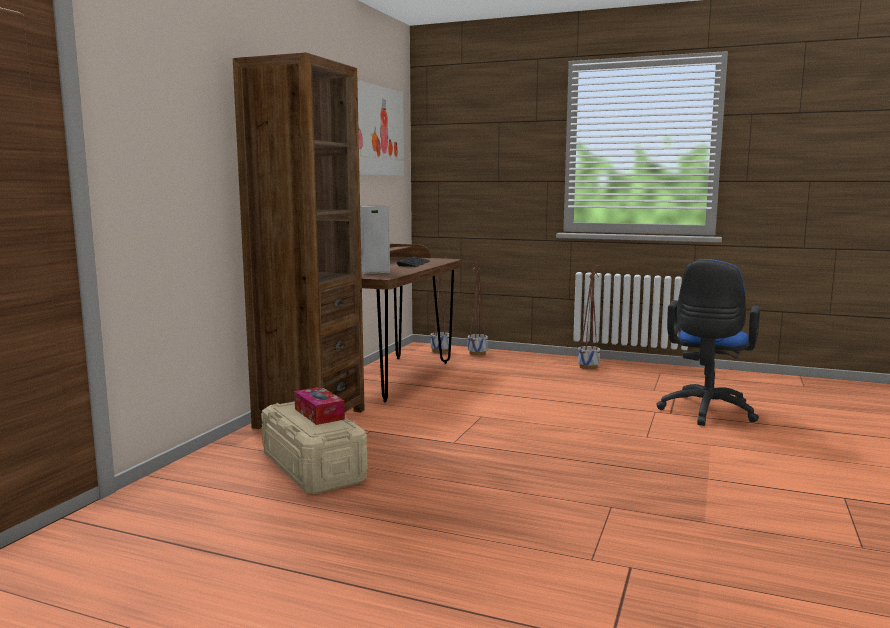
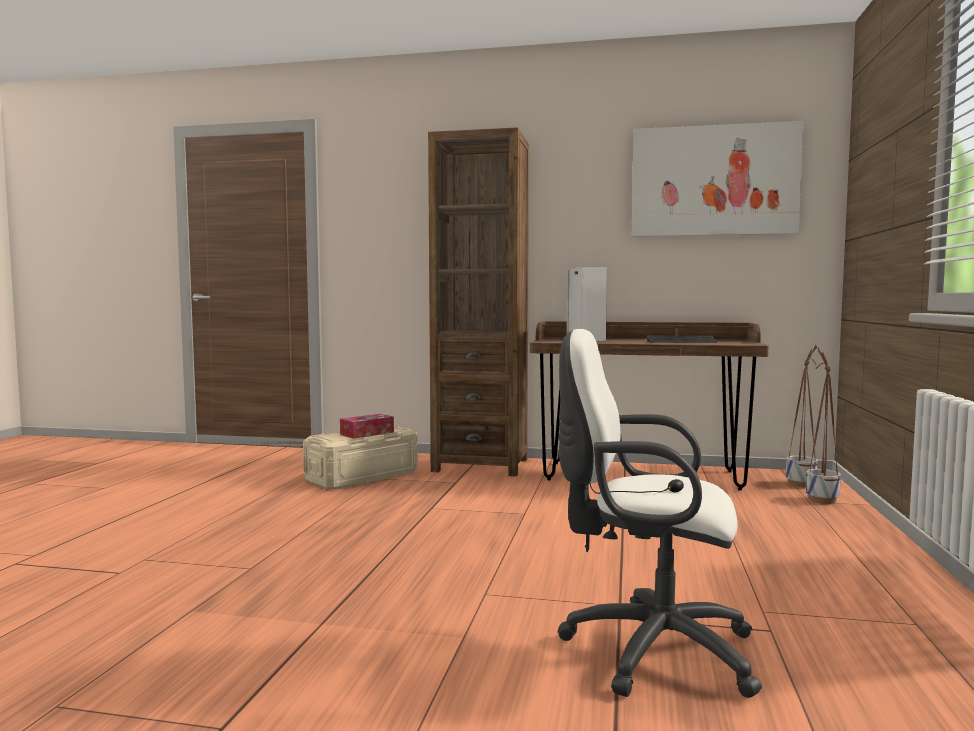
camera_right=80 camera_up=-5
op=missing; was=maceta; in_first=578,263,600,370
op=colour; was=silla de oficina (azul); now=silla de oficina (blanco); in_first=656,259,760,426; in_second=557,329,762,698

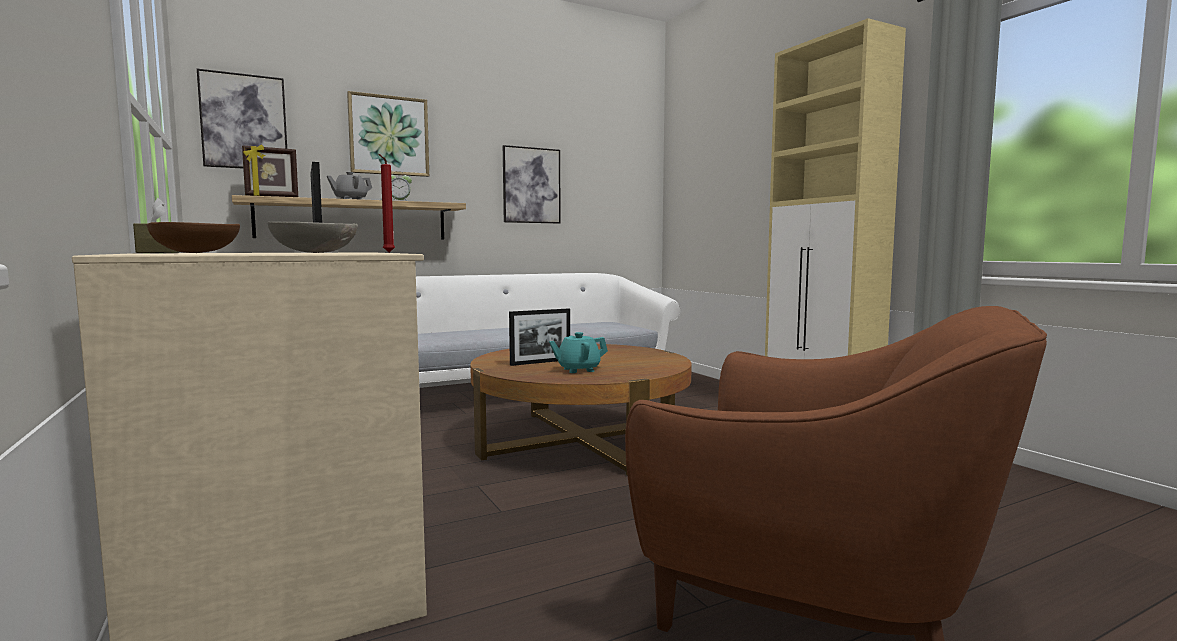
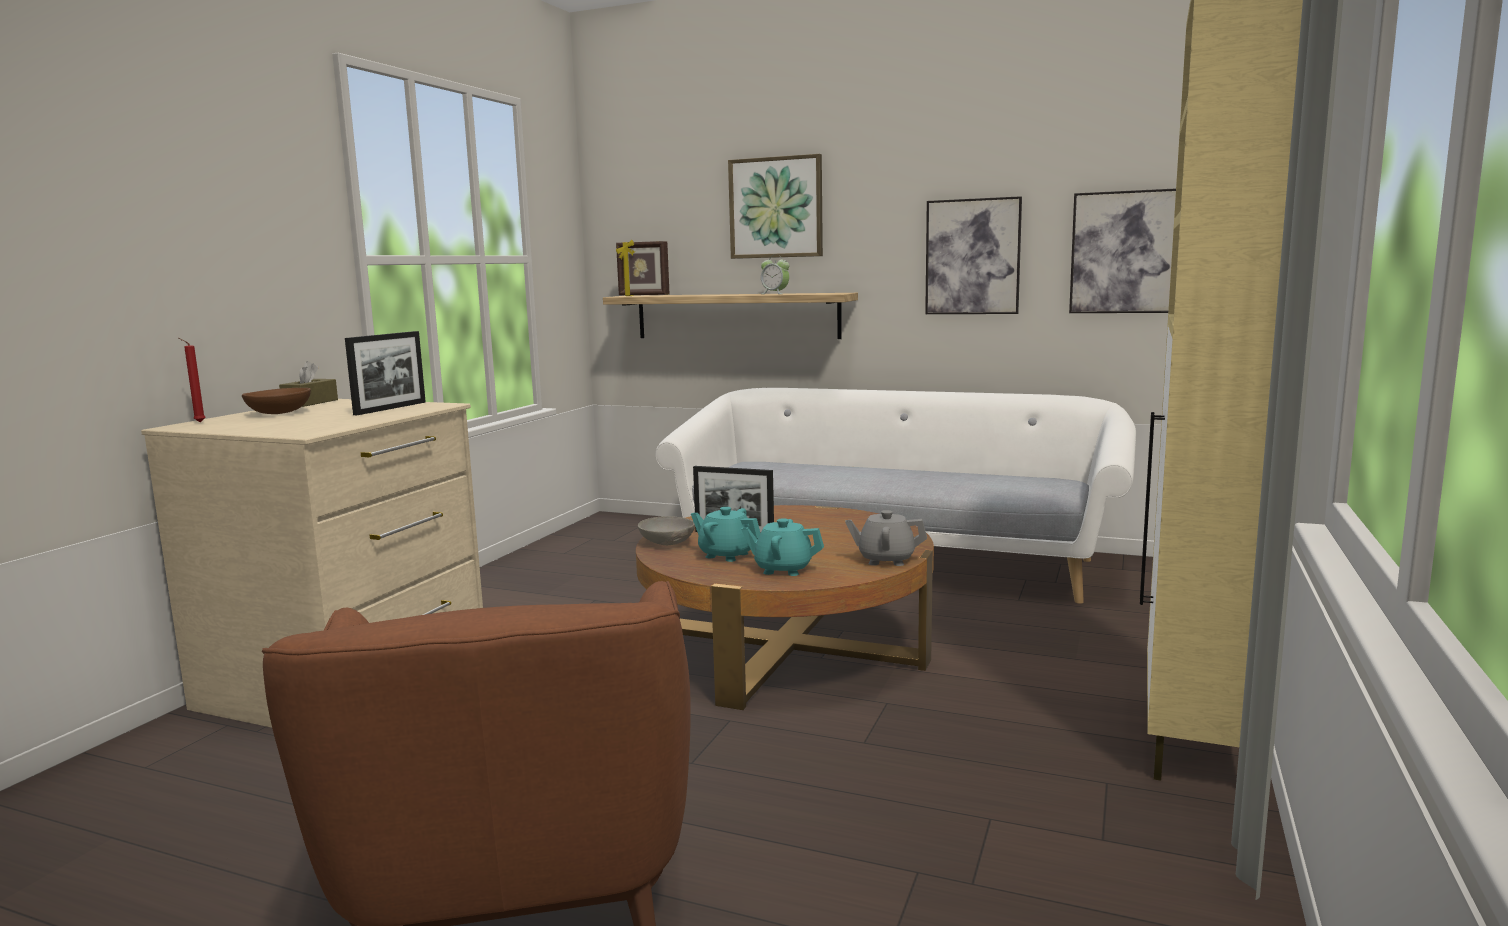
camera_right=50 camera_up=5
op=relocated; was=cuadro; in_first=197,69,287,168; in_second=1069,188,1176,313
op=relocated; was=cuenco (gris); in_first=267,222,358,253; in_second=638,516,695,545
op=relocated; was=tetera (gris); in_first=327,172,372,200; in_second=845,510,927,566
op=relocated; was=vela (rojo); in_first=378,154,395,252; in_second=178,338,205,422
op=appeared; now=tetera (turquesa); in_second=741,518,824,576

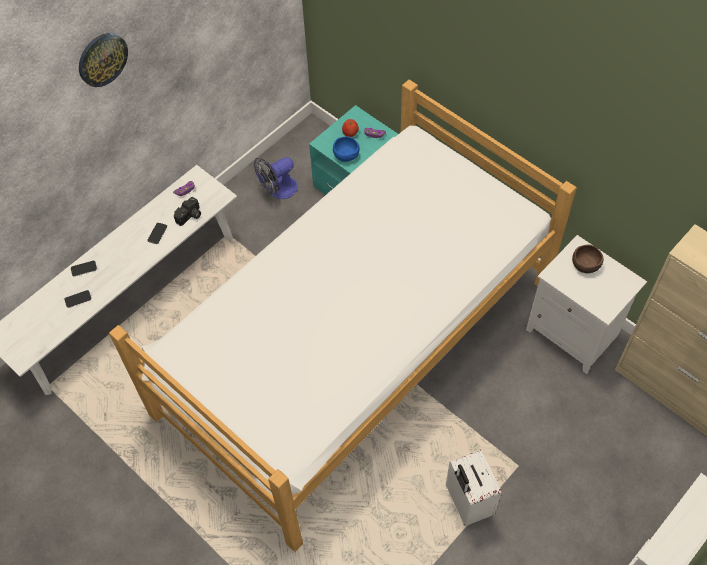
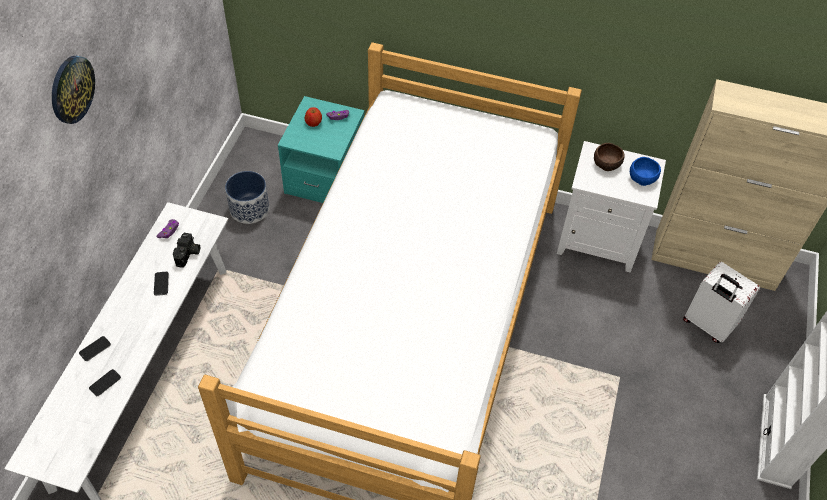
camera_right=-30 camera_up=-5
op=exchanged; was=ventilador; now=maceta; in_first=254,157,298,199; in_second=225,171,269,224
op=relocated; was=cuenco (azul); in_first=333,136,360,162; in_second=630,157,661,186
op=relocated; was=maleta (blanco); in_first=446,450,501,526; in_second=683,262,760,343

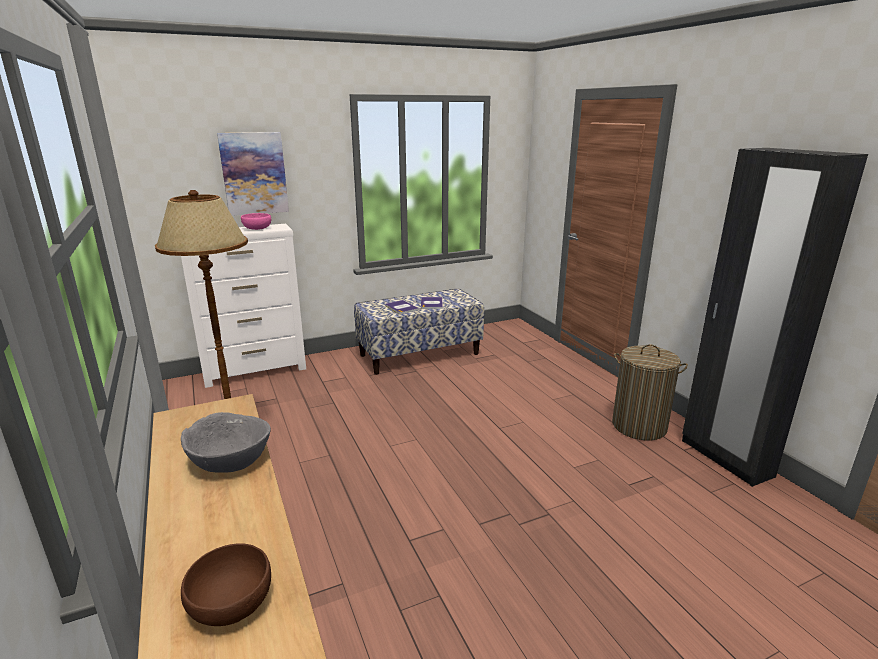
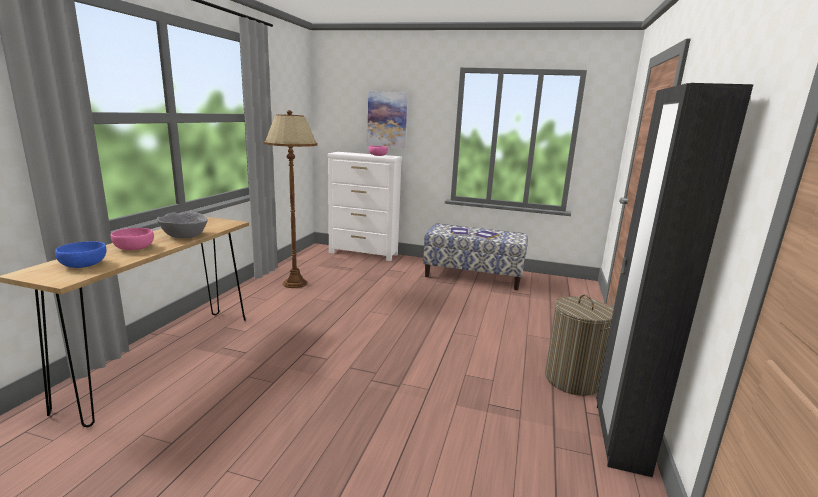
camera_right=40 camera_up=-5
op=colour; was=cuenco (marrón); now=cuenco (azul); in_first=181,543,271,626; in_second=55,241,106,268
op=appeared; now=cuenco (rosa); in_second=111,228,154,250

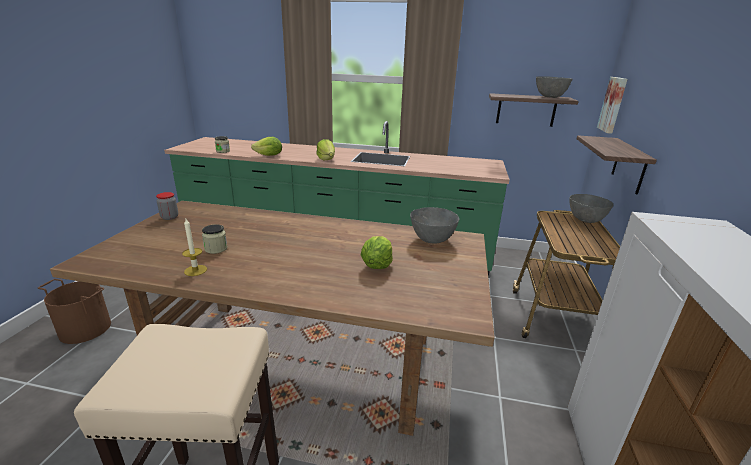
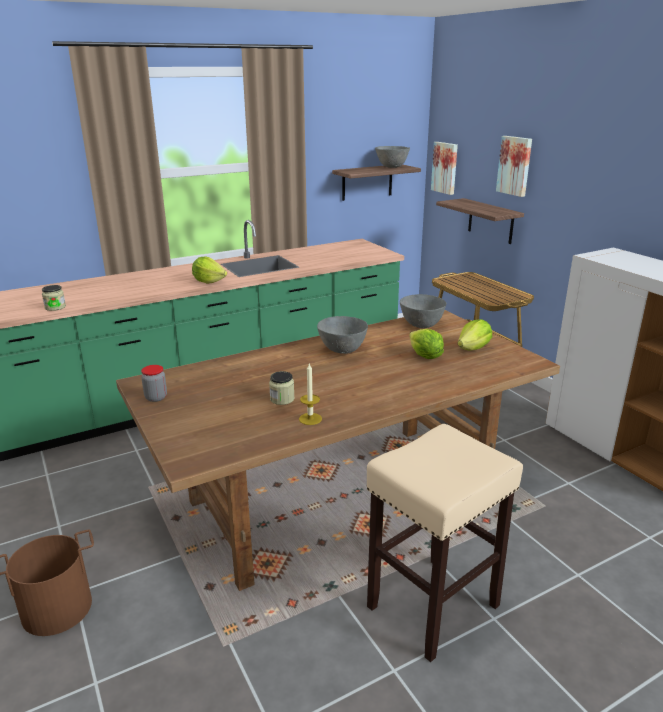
camera_right=-40 camera_up=0
op=relocated; was=lechuga; in_first=251,137,282,156; in_second=458,319,492,351
op=relocated; was=cuenco (gris); in_first=569,194,614,223; in_second=317,316,368,354
op=appeared; now=cuadro; in_second=496,136,532,197

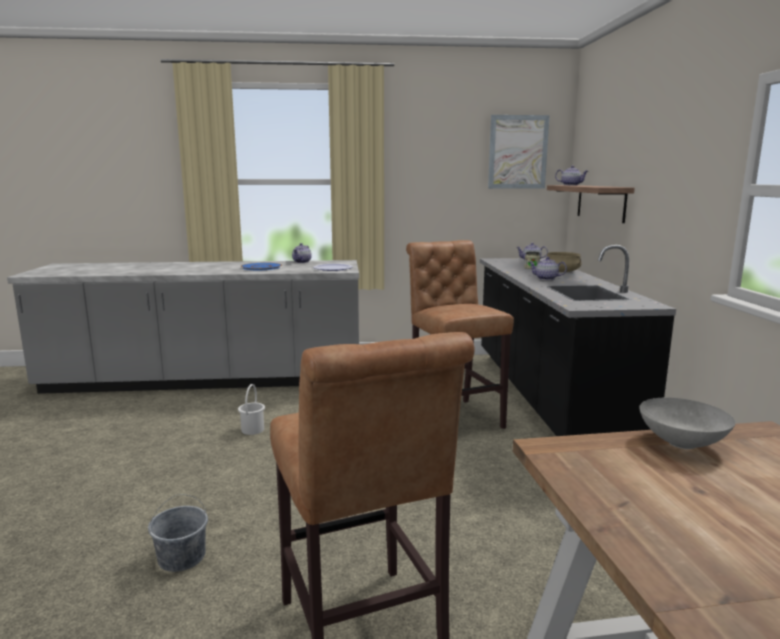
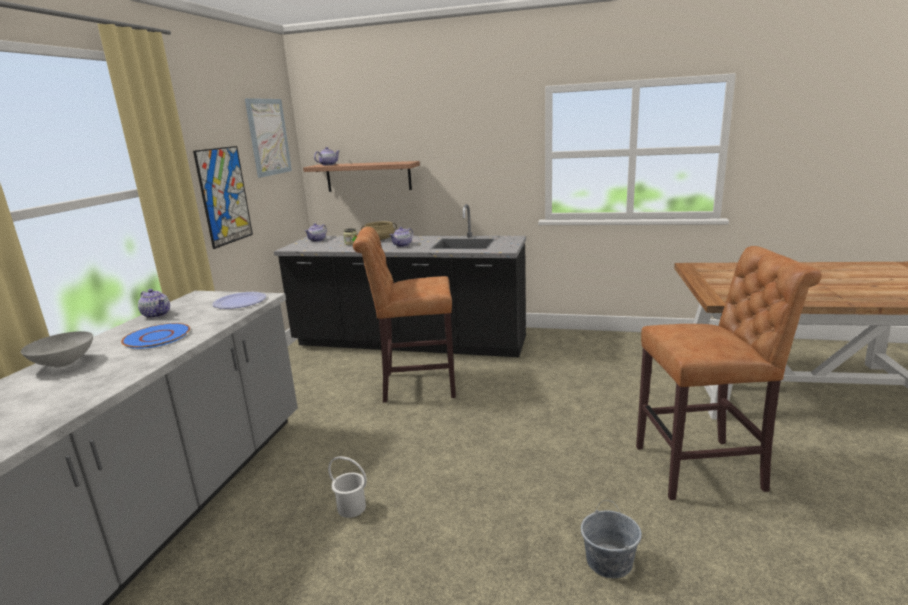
camera_right=-70 camera_up=5
op=relocated; was=cuenco (gris); in_first=639,398,735,449; in_second=21,331,93,367
op=appeared; now=cuadro; in_second=193,146,253,249

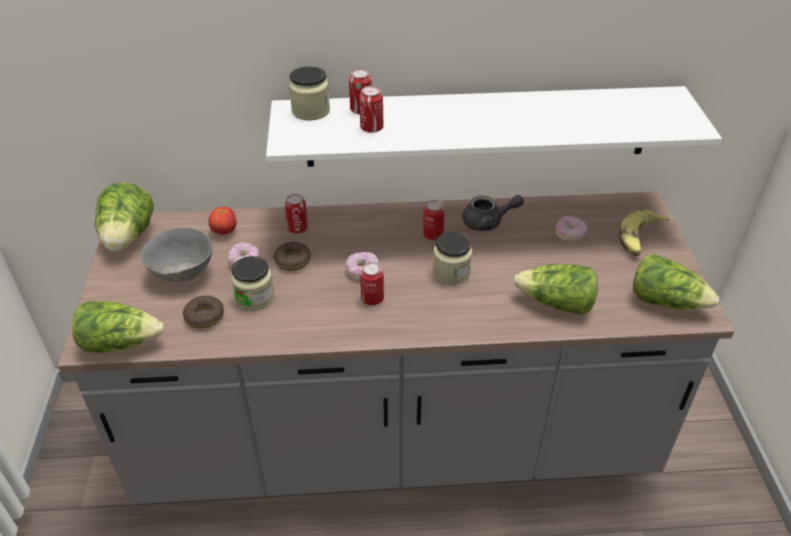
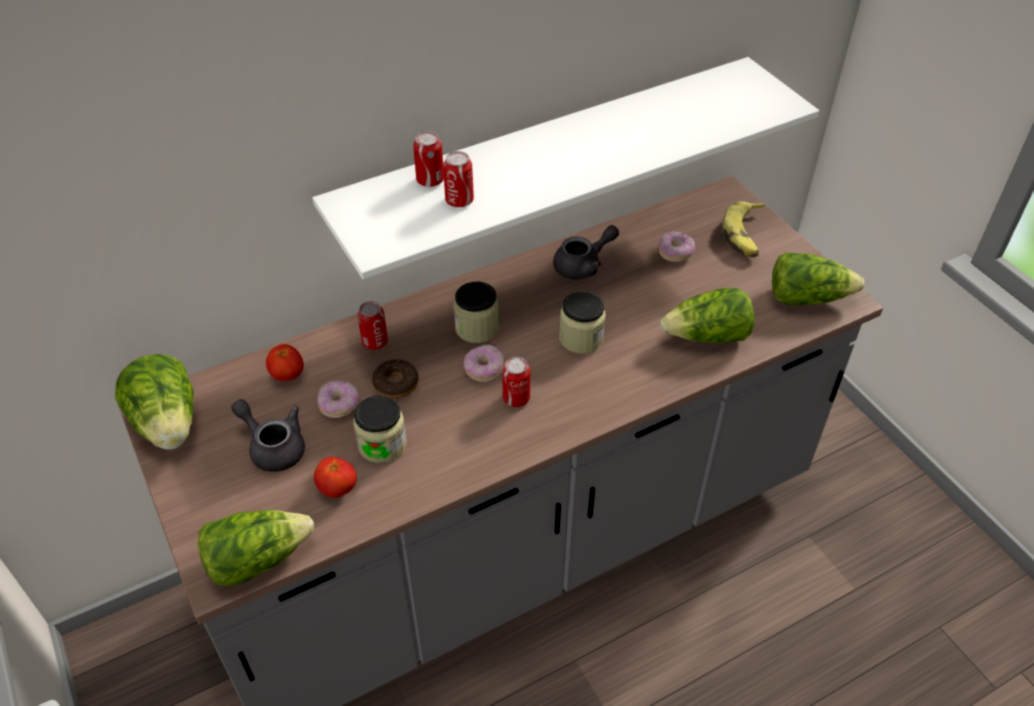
camera_right=-25 camera_up=5
op=exchanged; was=cuenco (gris); now=tetera (gris); in_first=141,228,212,282; in_second=231,399,305,472
op=exchanged; was=rosquilla; now=tomate; in_first=183,296,224,329; in_second=314,457,357,498
op=relocated; was=tarro; in_first=289,66,330,120; in_second=454,281,499,343
op=missing; was=lata; in_first=423,200,445,240

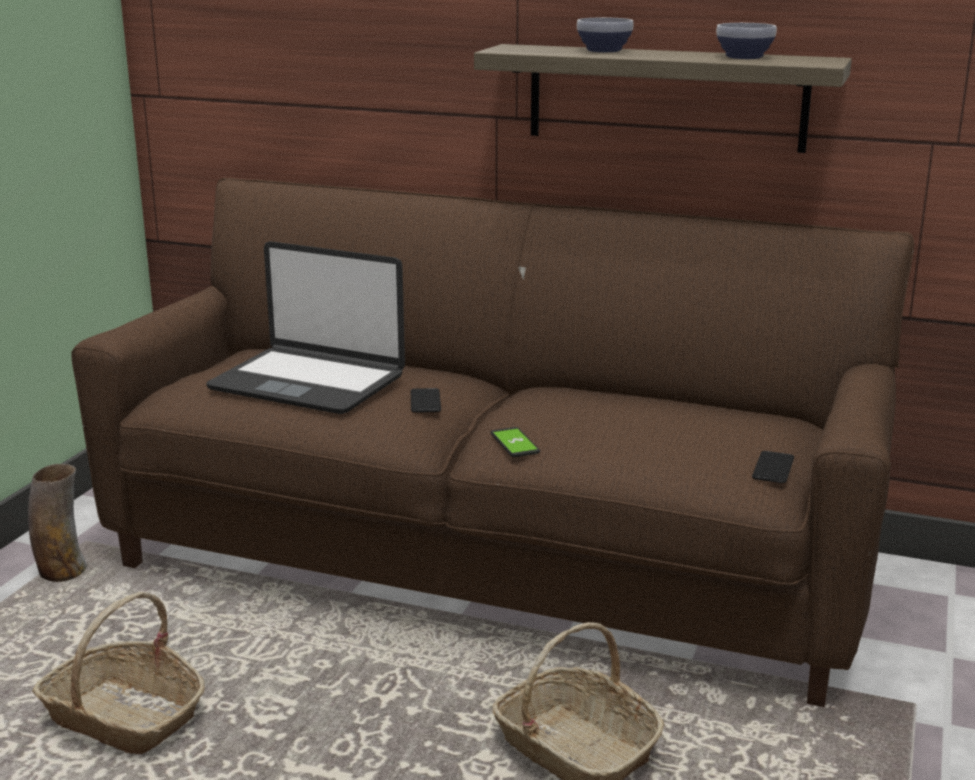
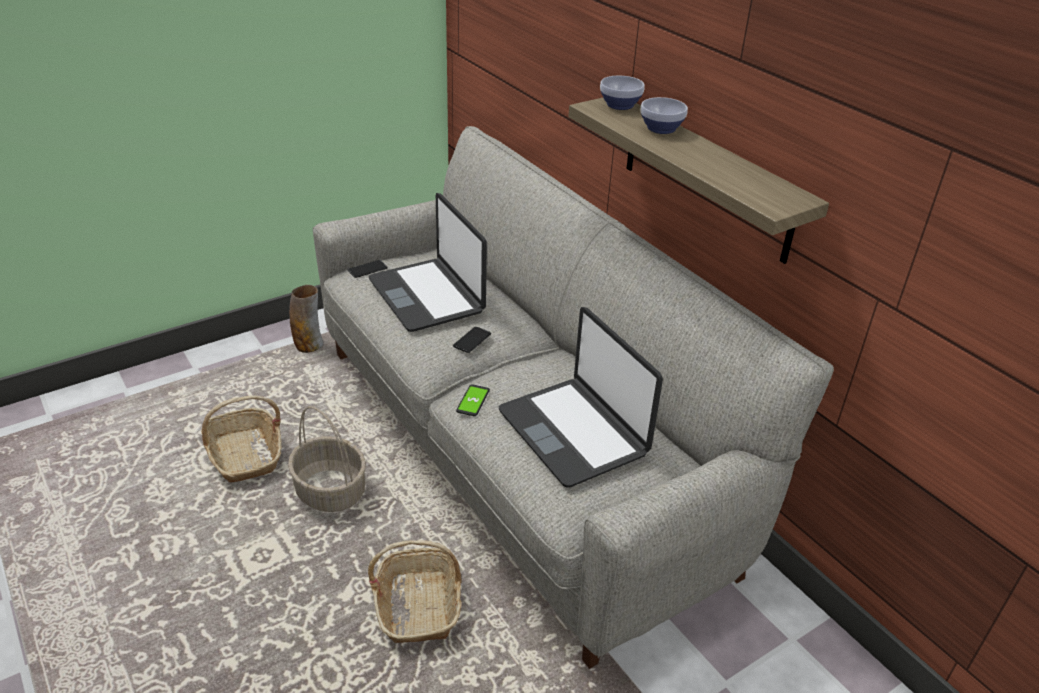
camera_right=35 camera_up=15
op=colour; was=sofá (marrón); now=sofá (gris); in_first=71,178,914,707; in_second=313,126,834,669
op=relocated; was=cuenco; in_first=716,23,777,59; in_second=600,76,644,110
op=relocated; was=móvil; in_first=752,451,794,483; in_second=348,260,388,278
op=appeared; now=cesta; in_second=288,406,366,512
op=appeared; now=portátil; in_second=499,307,663,488

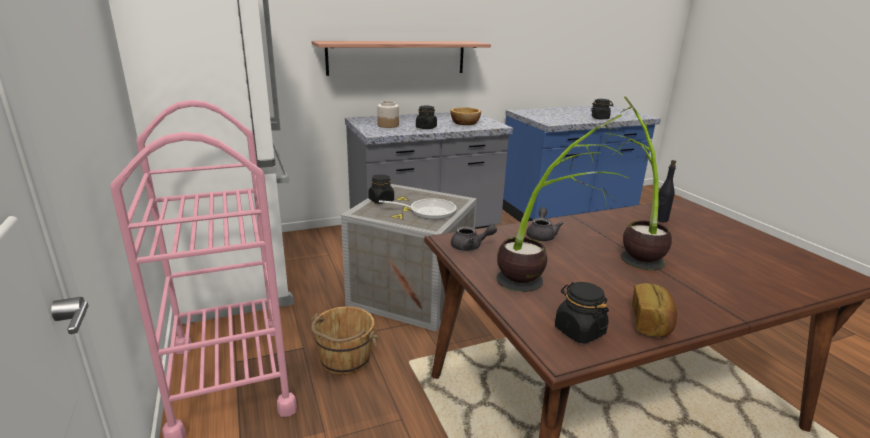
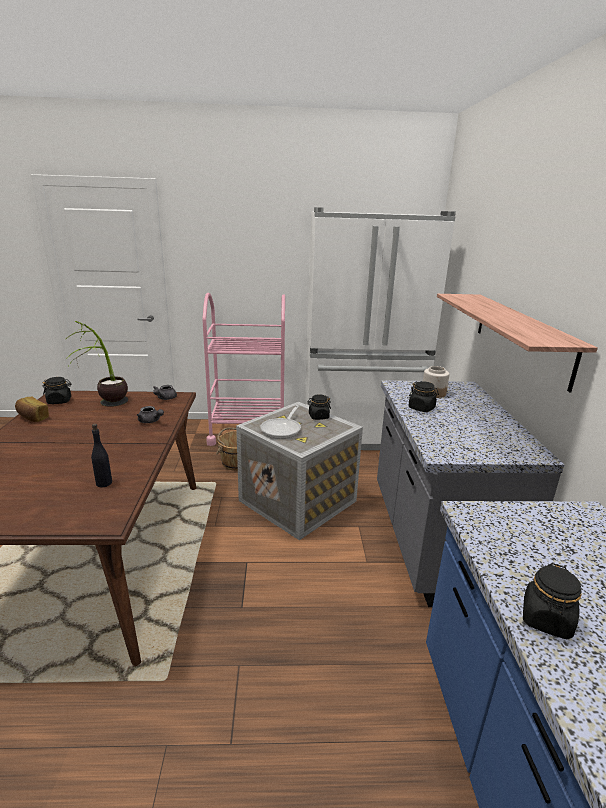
camera_right=110 camera_up=0
op=missing; was=cuenco; in_first=450,107,481,125
op=missing; was=planta en maceta; in_first=603,96,672,270

